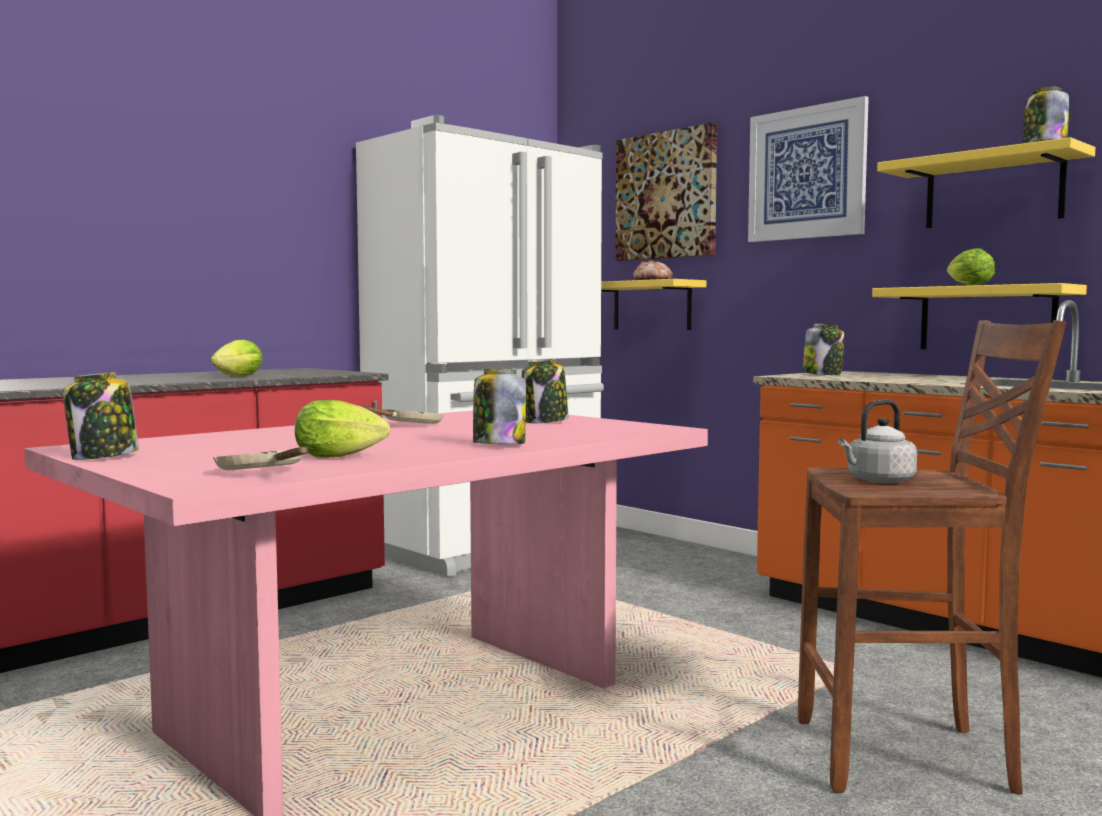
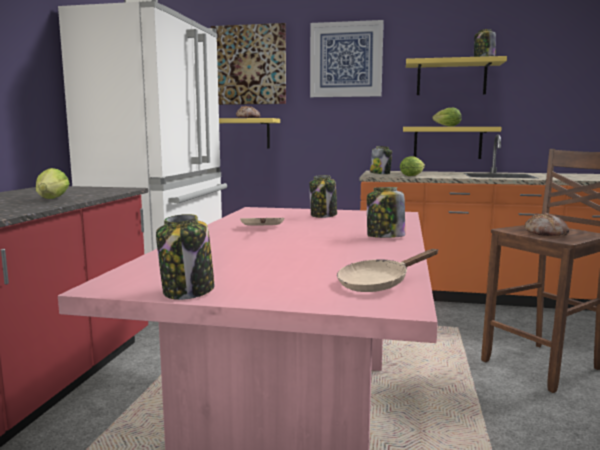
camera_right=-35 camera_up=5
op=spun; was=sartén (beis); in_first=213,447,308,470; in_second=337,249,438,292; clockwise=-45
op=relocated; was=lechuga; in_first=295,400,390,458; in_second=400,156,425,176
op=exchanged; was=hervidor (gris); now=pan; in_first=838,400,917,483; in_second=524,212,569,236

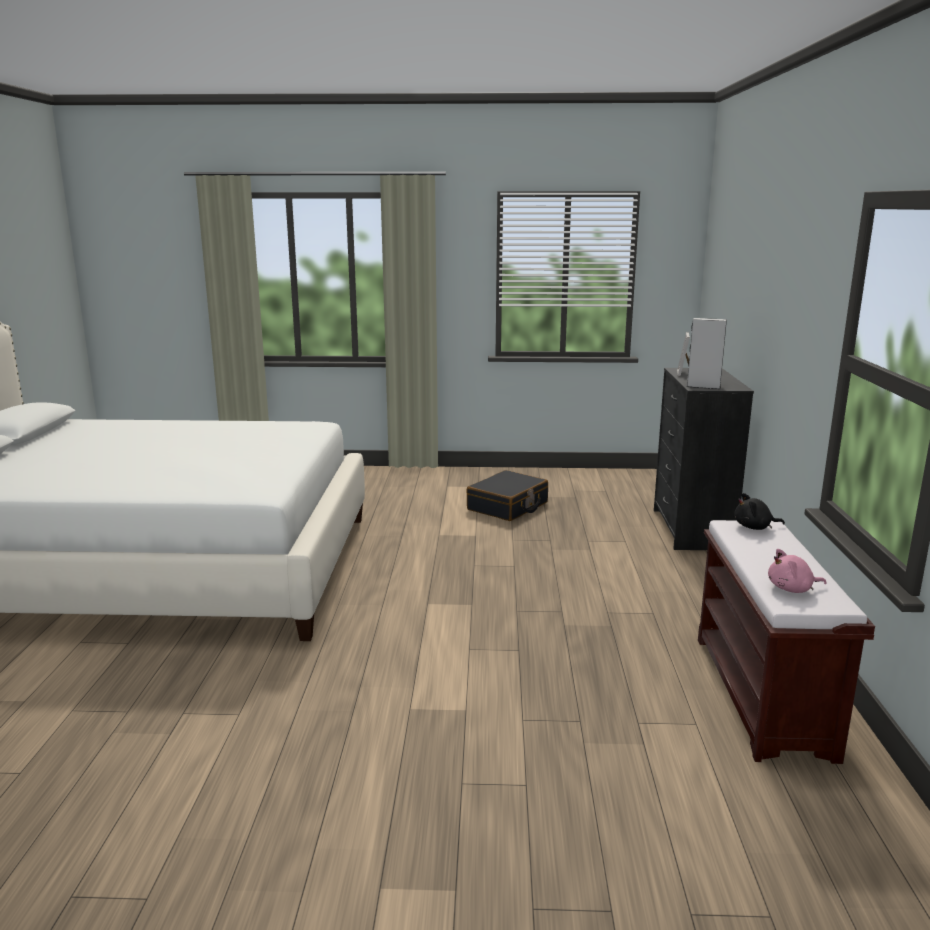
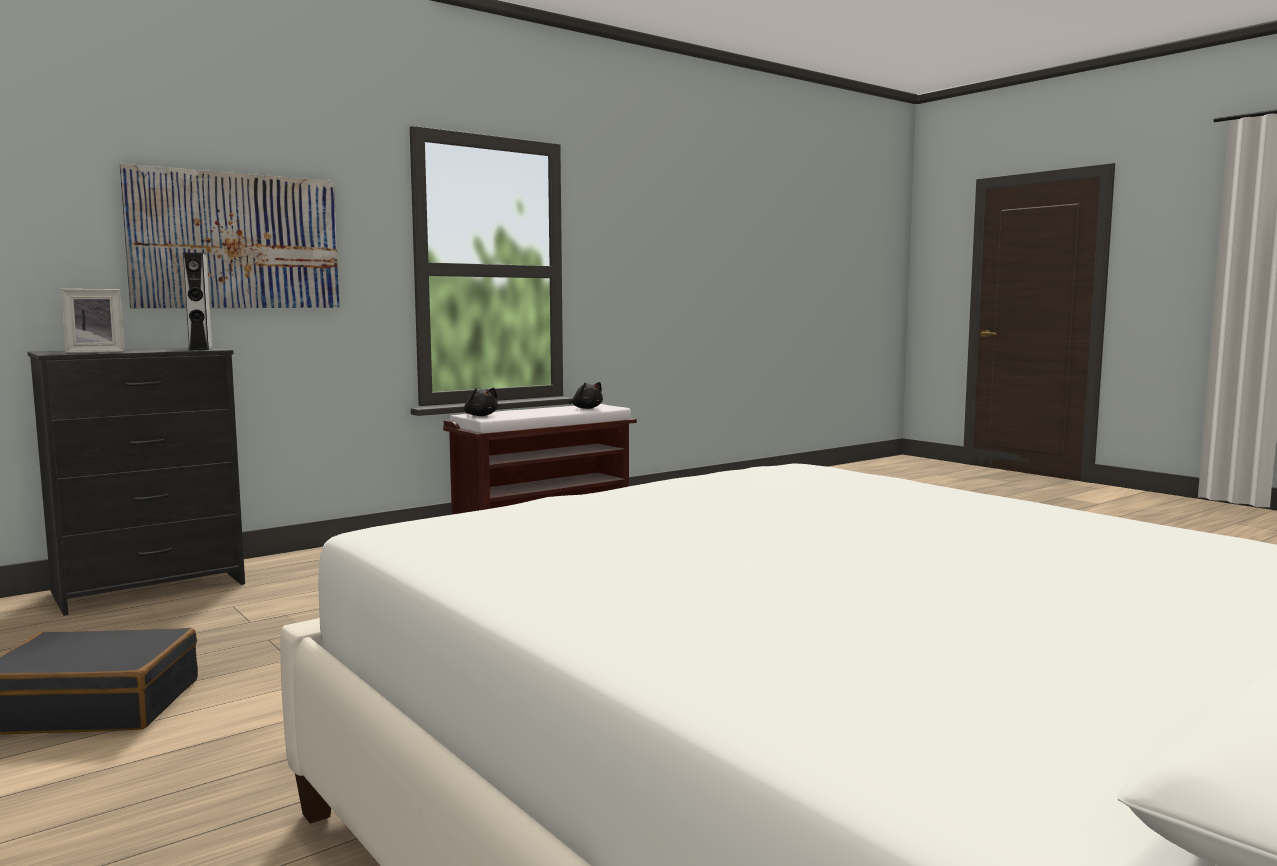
camera_right=-130 camera_up=-10
op=colour; was=peluche (rosa); now=peluche (negro); in_first=768,549,827,593; in_second=569,382,603,409
op=appeared; now=cuadro; in_second=120,164,340,308

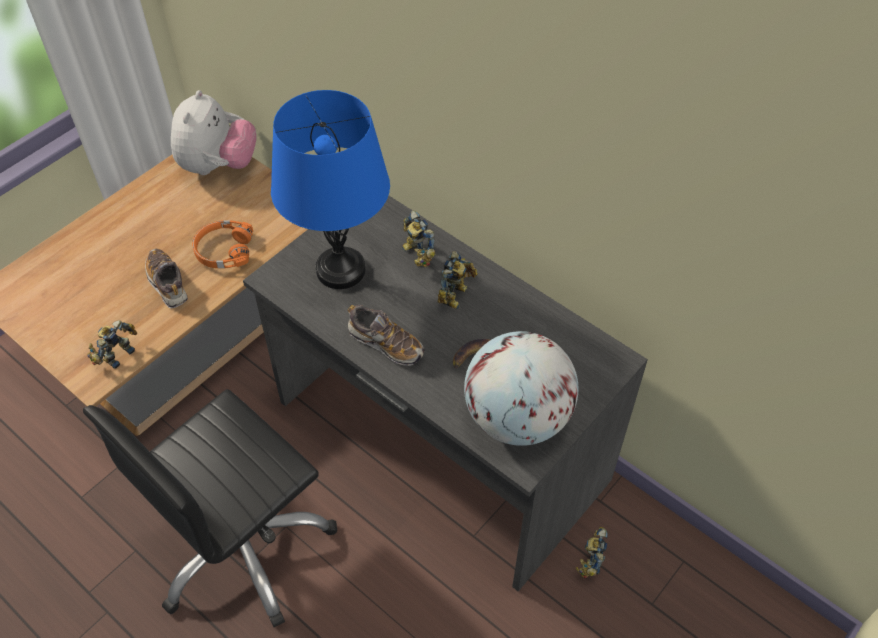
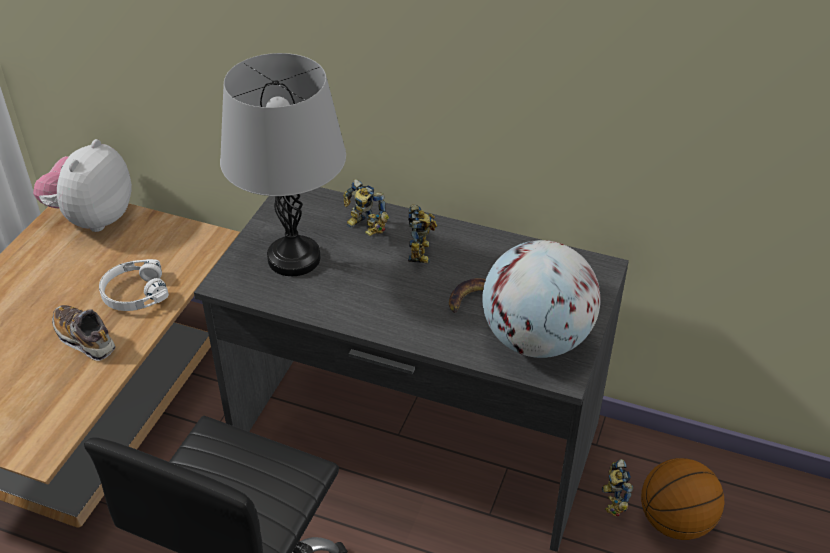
camera_right=-20 camera_up=-10
op=missing; was=robot de juguete; in_first=87,320,137,369
op=spun; was=peluche; in_first=171,90,257,175; in_second=33,139,132,232; clockwise=-150
op=colour; was=auriculares (naranja); now=auriculares (blanco); in_first=192,220,253,268; in_second=99,259,169,311
op=colour; was=lámpara de mesa (azul); now=lámpara de mesa (gris); in_first=271,90,390,289; in_second=220,53,346,276
op=missing; was=zapato; in_first=348,305,425,366
op=appeared; now=balón de baloncesto; in_second=641,458,725,540

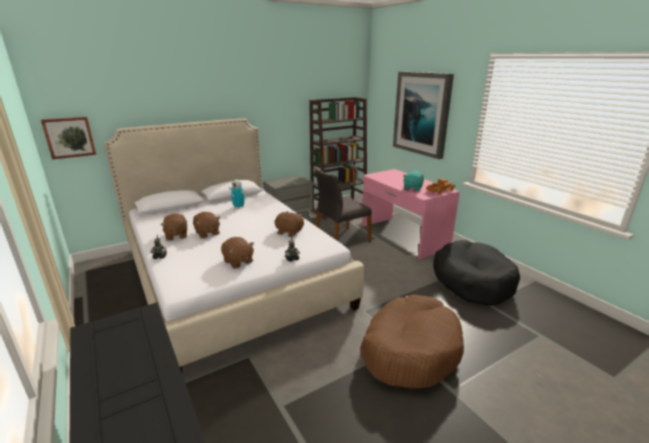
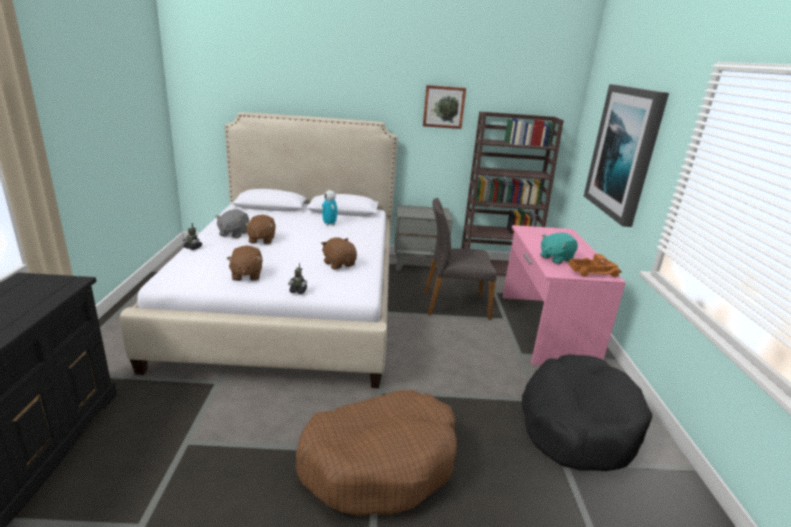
camera_right=30 camera_up=0
op=relocated; was=cuadro; in_first=41,117,96,159; in_second=423,85,466,129
op=colour; was=peluche (marrón); now=peluche (gris); in_first=160,214,187,240; in_second=215,209,249,238

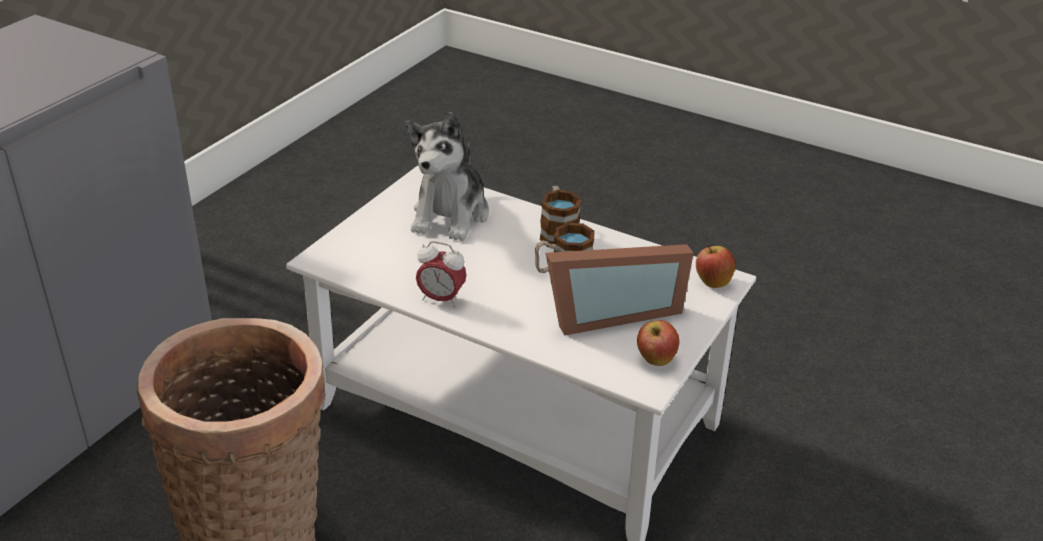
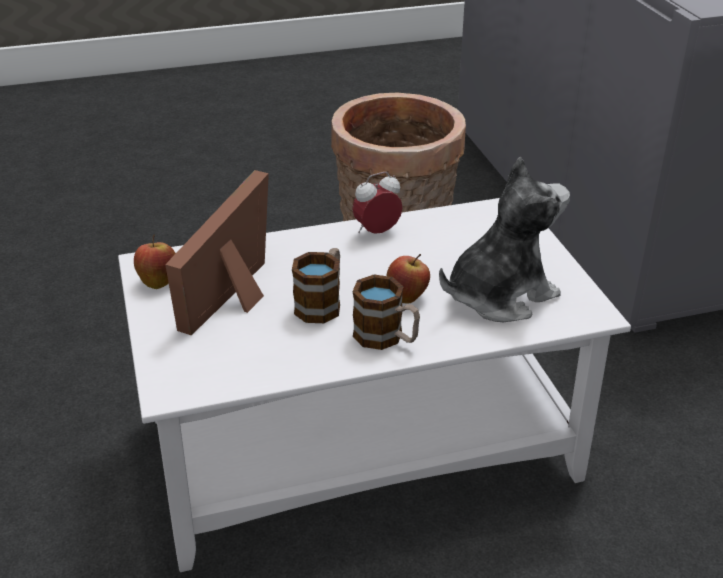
camera_right=135 camera_up=0
op=spun; was=peluche; in_first=406,112,489,241; in_second=439,157,570,322; clockwise=90
op=relocated; was=manzana; in_first=696,243,736,288; in_second=386,254,430,304

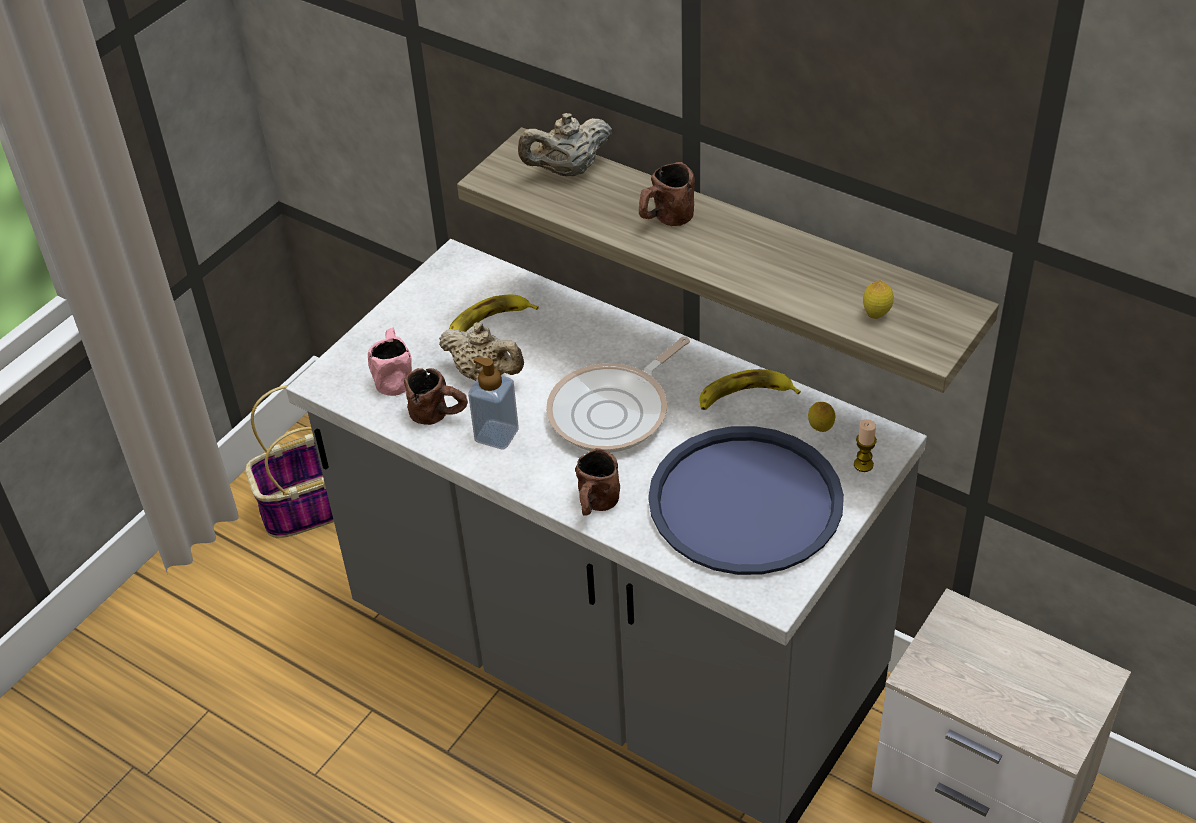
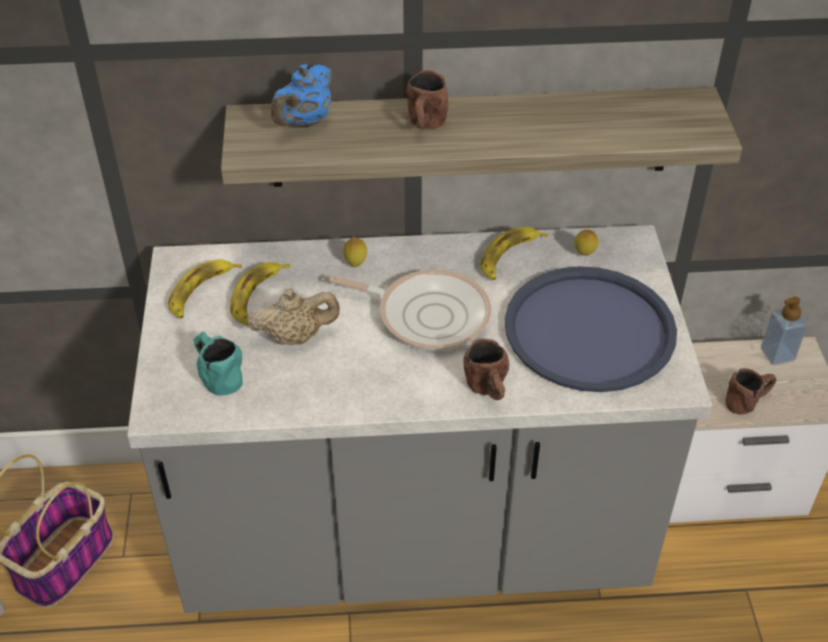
camera_right=-40 camera_up=0
op=colour; was=taza grande (rosa); now=taza grande (turquesa); in_first=368,328,412,396; in_second=193,331,243,396
op=relocated; was=taza grande (marrón); in_first=404,368,468,425; in_second=725,368,776,415
op=relocated; was=dispensador de jabón; in_first=468,357,519,449; in_second=761,296,808,365
op=colour; was=tetera (beis); now=tetera (azul); in_first=518,113,612,176; in_second=271,64,332,127
op=spun; was=sartén; in_first=546,337,690,453; in_second=329,269,491,351; clockwise=-75
op=missing; was=vela; in_first=854,419,877,472
op=relocated; was=limón; in_first=863,280,894,319; in_second=343,237,367,267
op=appeared; now=plátano; in_second=168,259,242,319

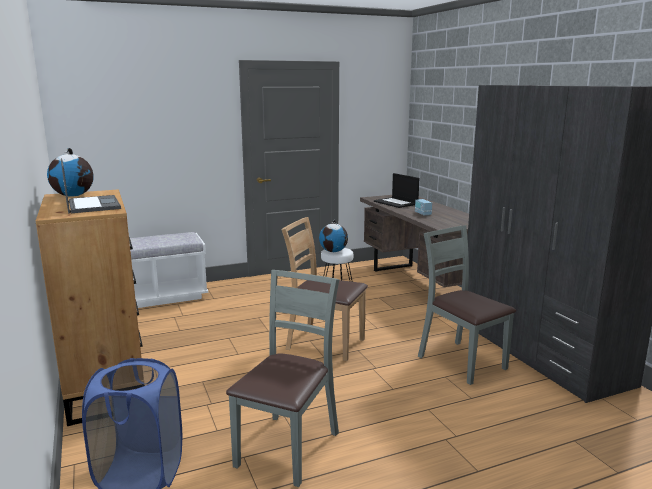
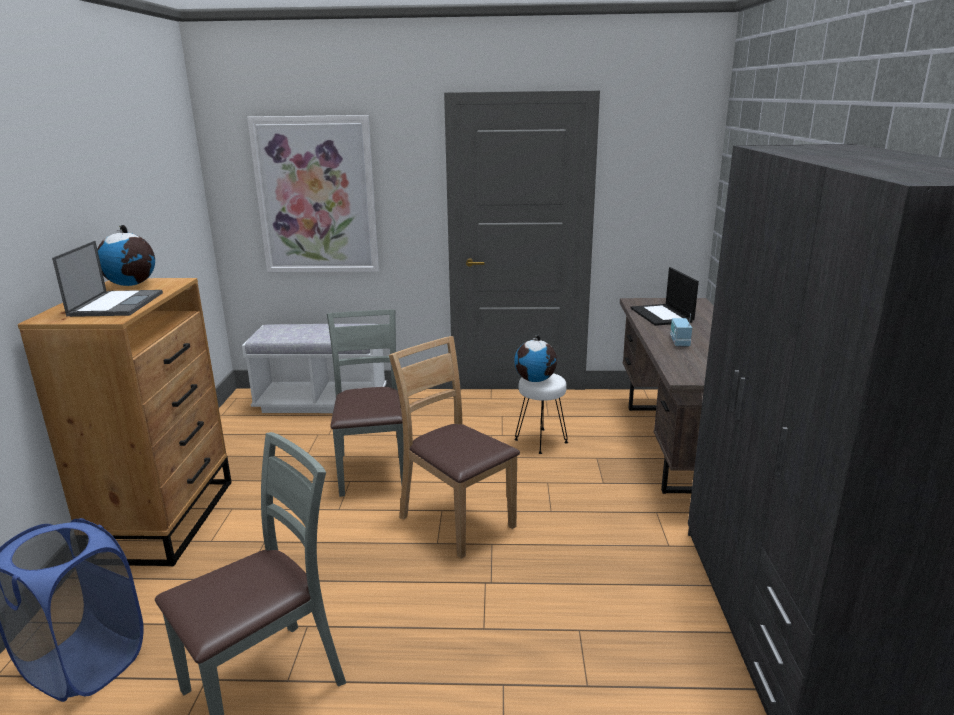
camera_right=25 camera_up=5
op=relocated; was=silla (gris); in_first=418,225,516,385; in_second=327,309,403,497
op=appeared; now=cuadro; in_second=247,115,379,272

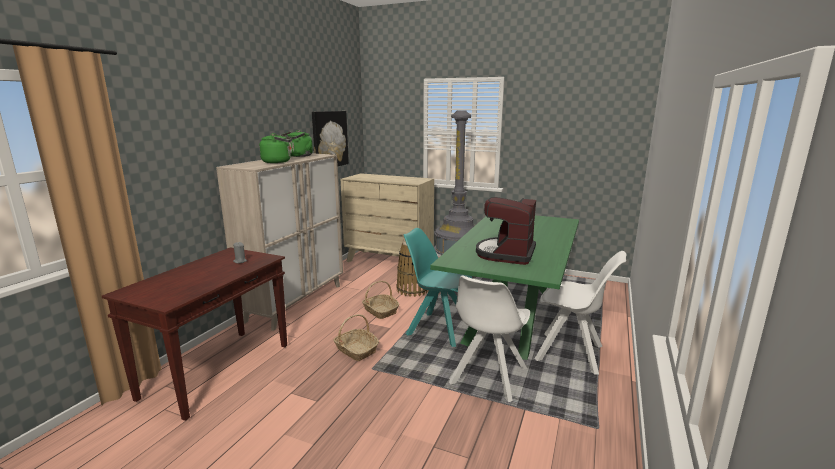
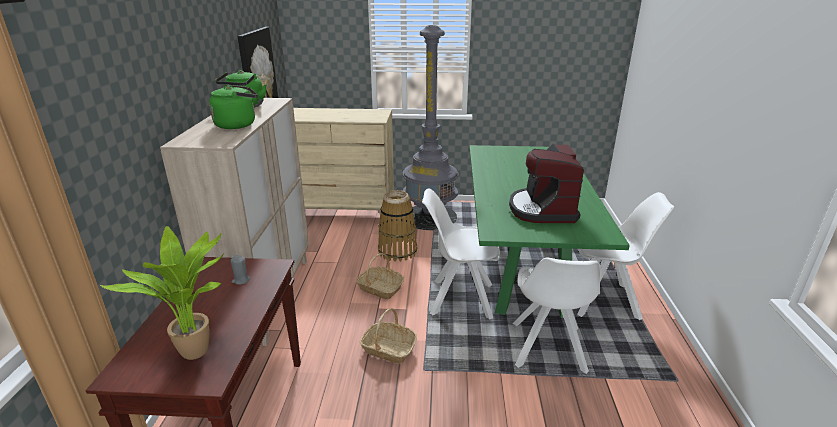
camera_right=-20 camera_up=10
op=colour; was=silla (turquesa); now=silla (blanco); in_first=403,228,472,347; in_second=422,188,500,319
op=appeared; now=planta en maceta; in_second=100,226,224,360

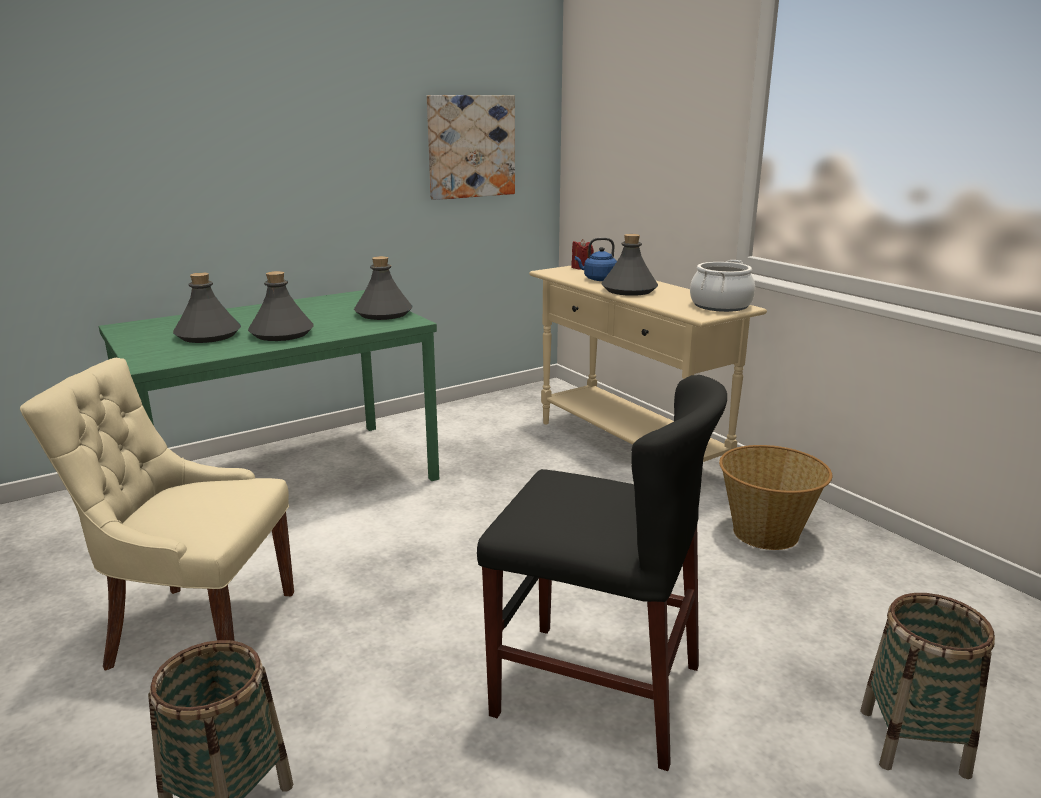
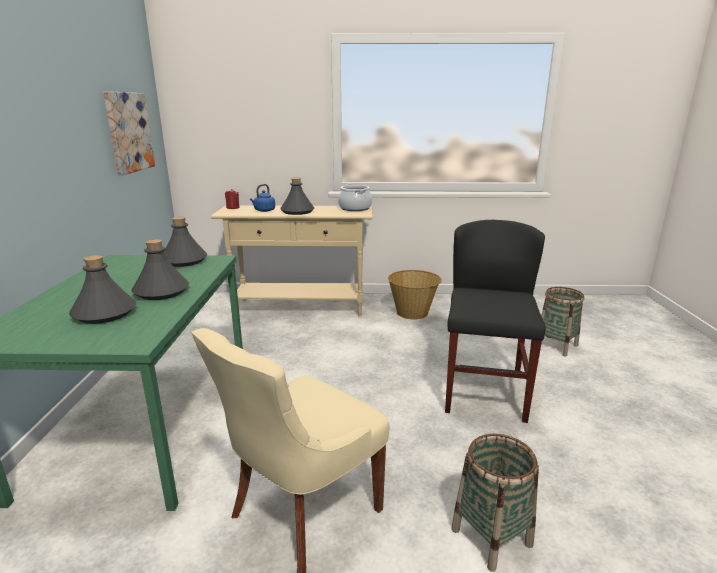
camera_right=-55 camera_up=0
op=spun; was=silla (negro); in_first=477,375,727,771; in_second=445,220,546,423; clockwise=-45

